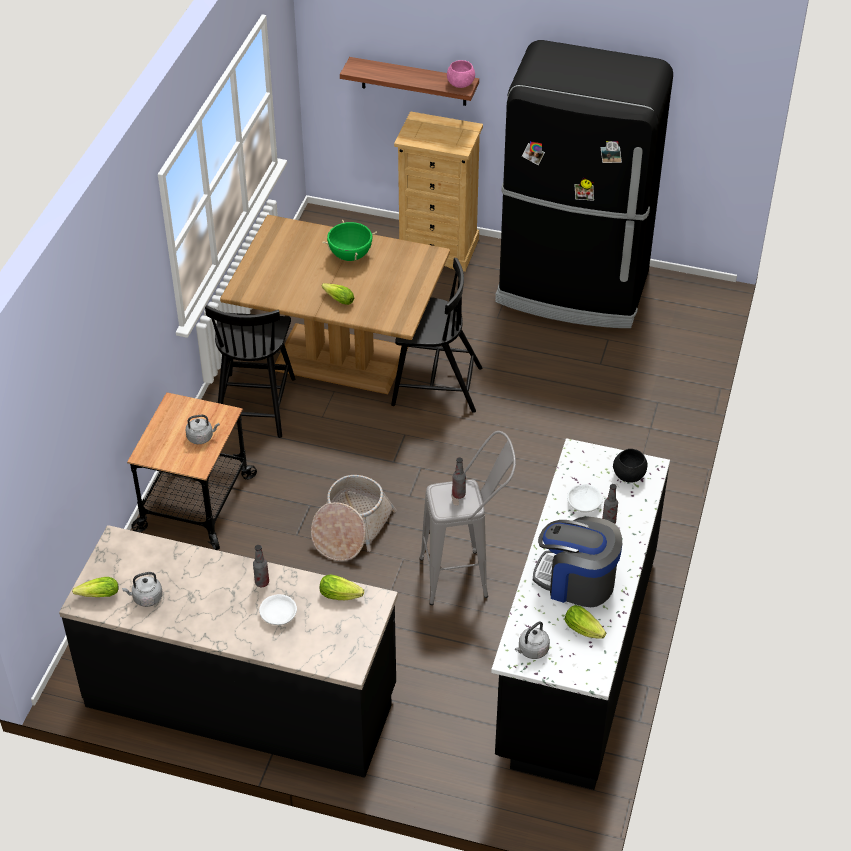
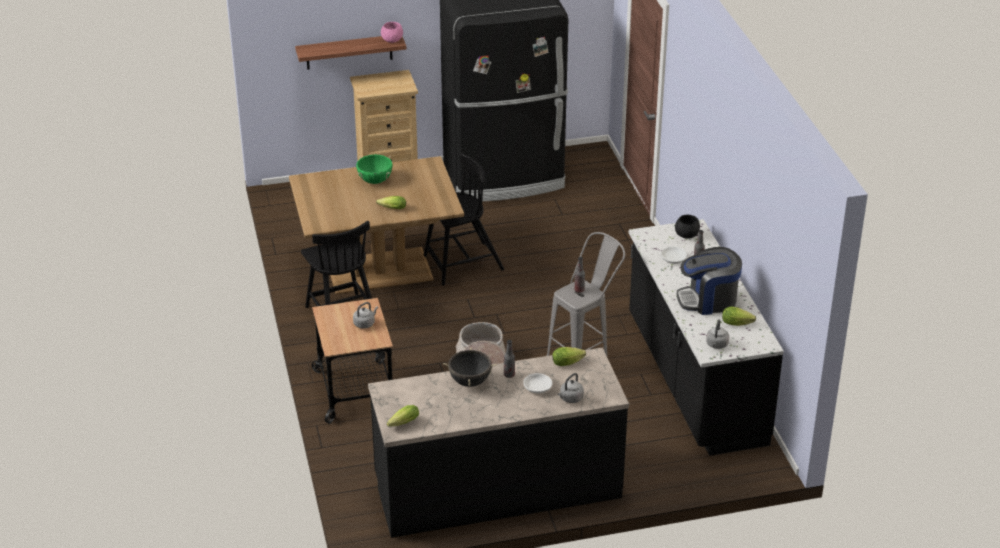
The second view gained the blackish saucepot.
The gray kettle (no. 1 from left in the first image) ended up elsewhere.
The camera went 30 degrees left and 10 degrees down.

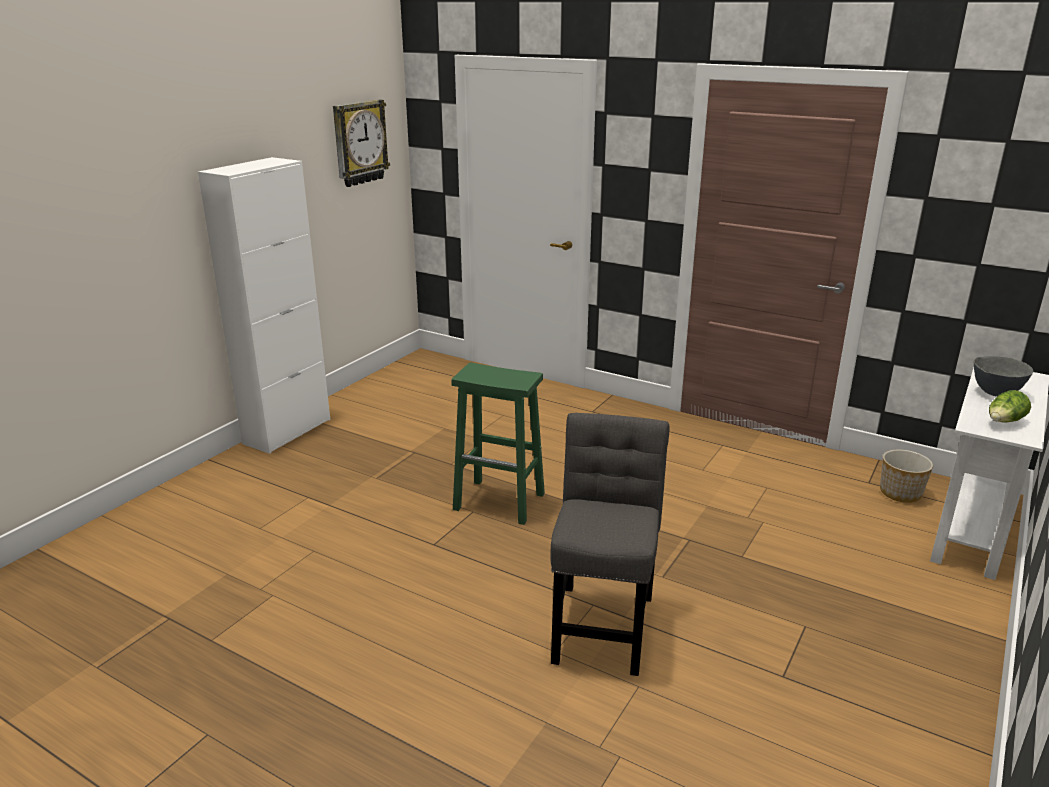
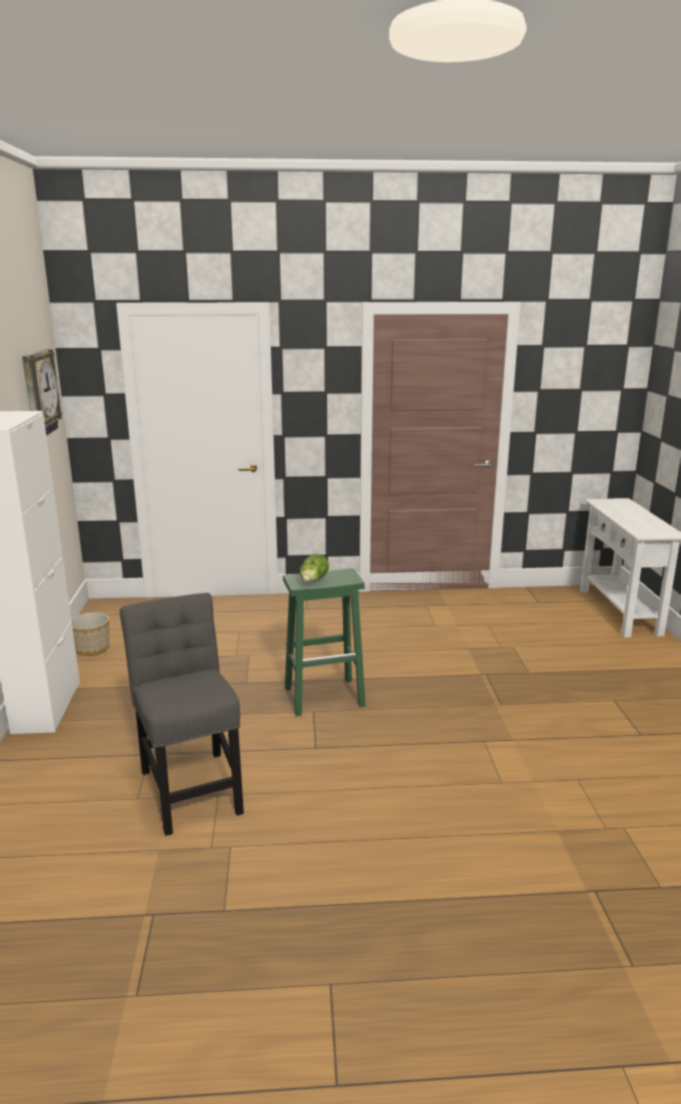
The second view lost the gray bowl.
The gray plain chair ended up elsewhere.
The planter ended up elsewhere.
The head of lettuce ended up elsewhere.
The camera went 35 degrees left and 5 degrees down.

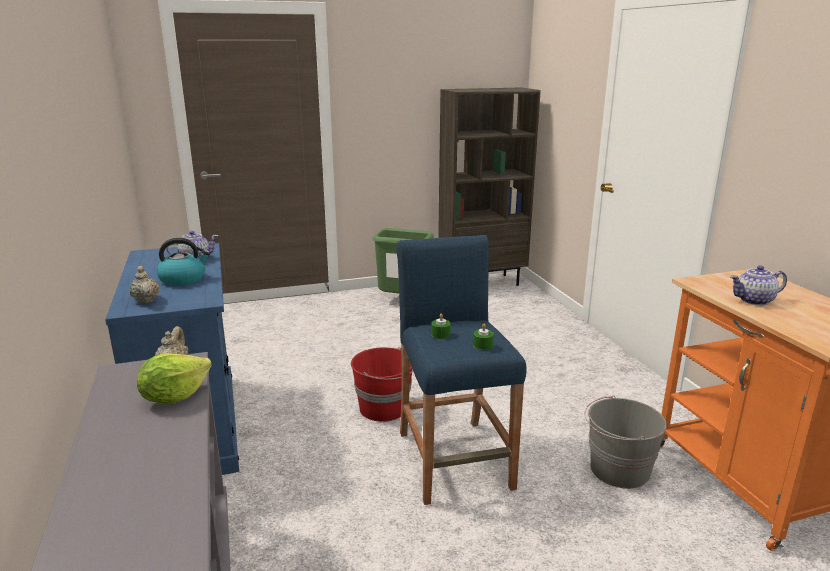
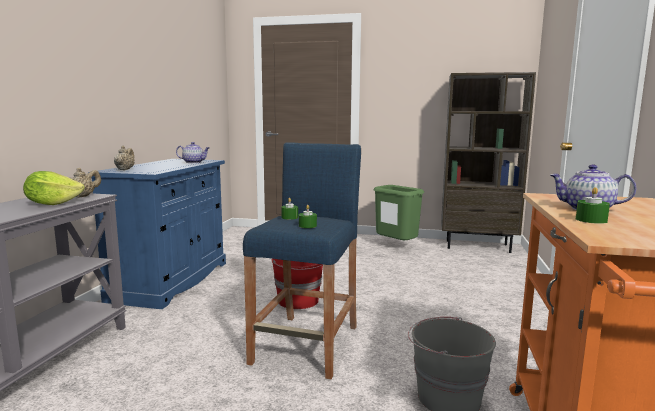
The second view lost the kettle.
The second view gained the green wax light (no. 3 from left).
The camera went 30 degrees right and 10 degrees down.

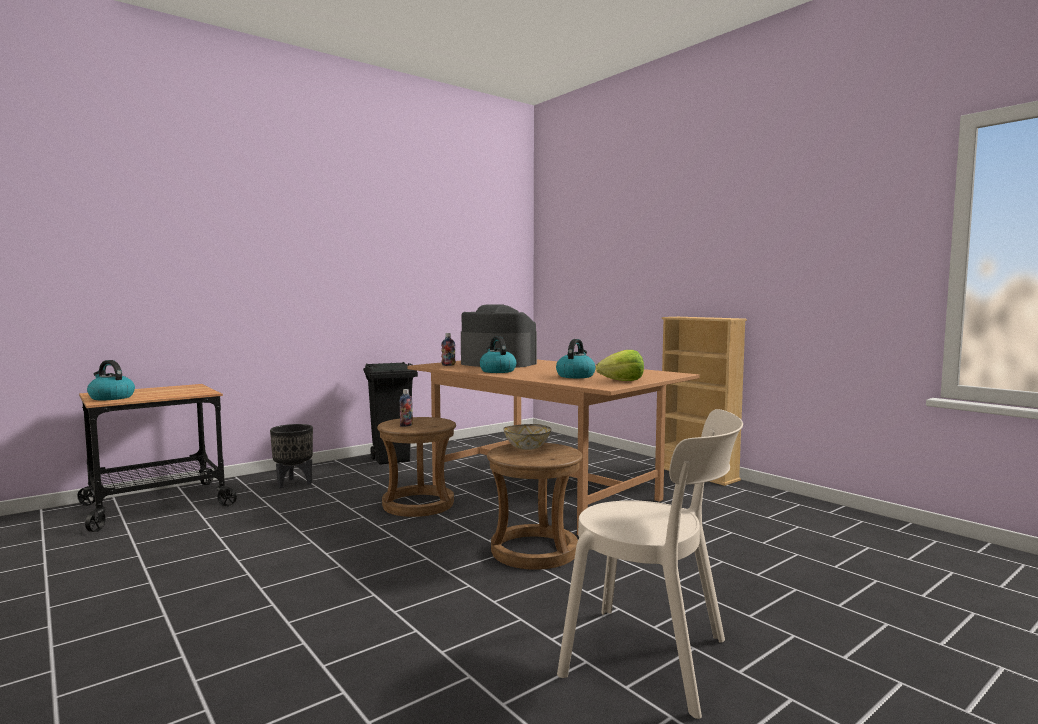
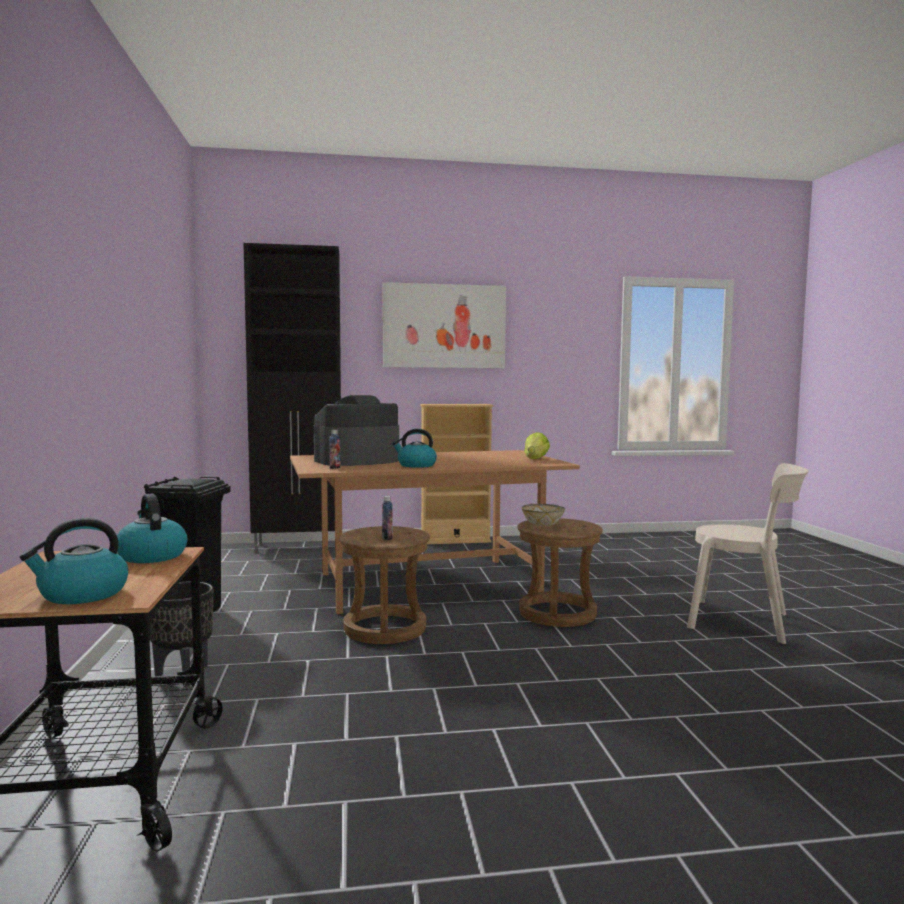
The second view gained the blackish cabinet.
The second view gained the picture.
The kettle (no. 3 from left in the first image) ended up elsewhere.
The sand-coloured plain chair ended up facing another way, 60 degrees clockwise from before.
The camera went 60 degrees left and 0 degrees up.

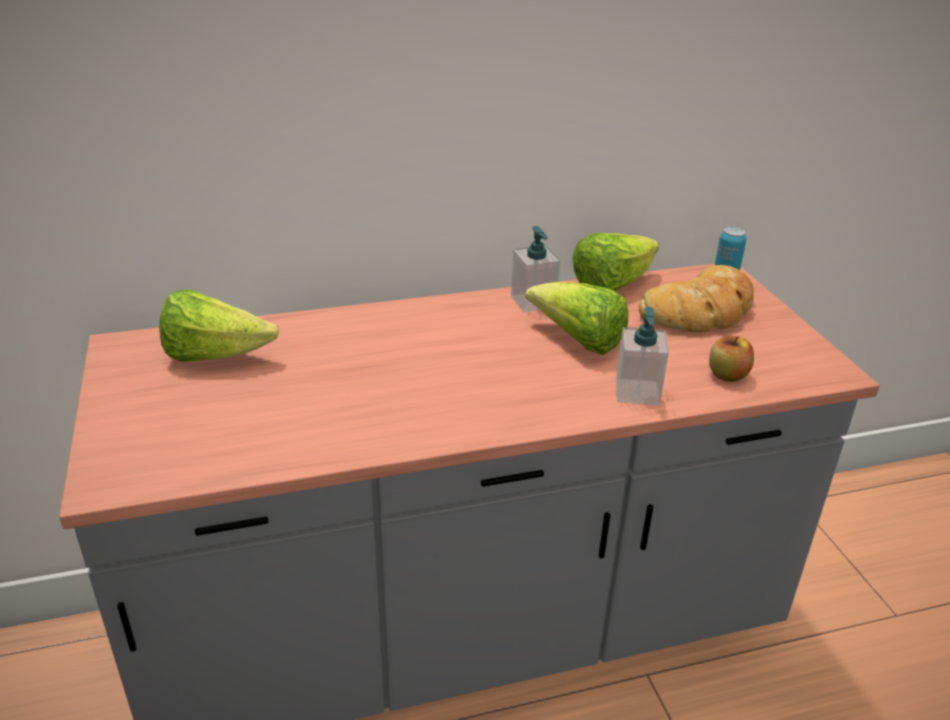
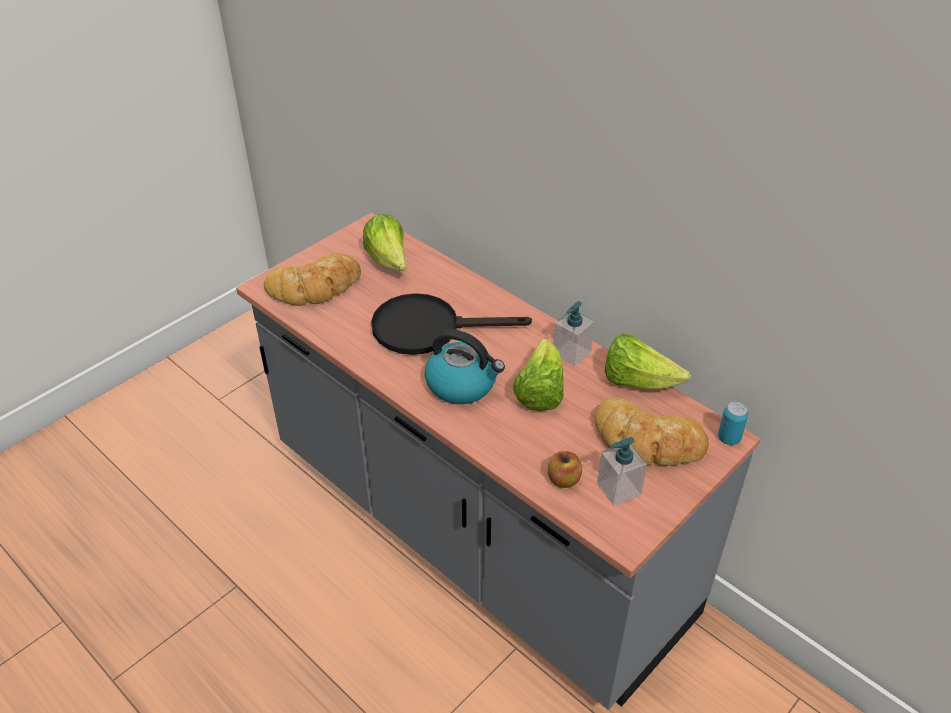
The second view gained the bread (no. 1 from left).
The second view gained the blackish pan.
The second view gained the kettle.
The soap bottle (no. 2 from left) ended up elsewhere.
The camera went 60 degrees right and 10 degrees up.

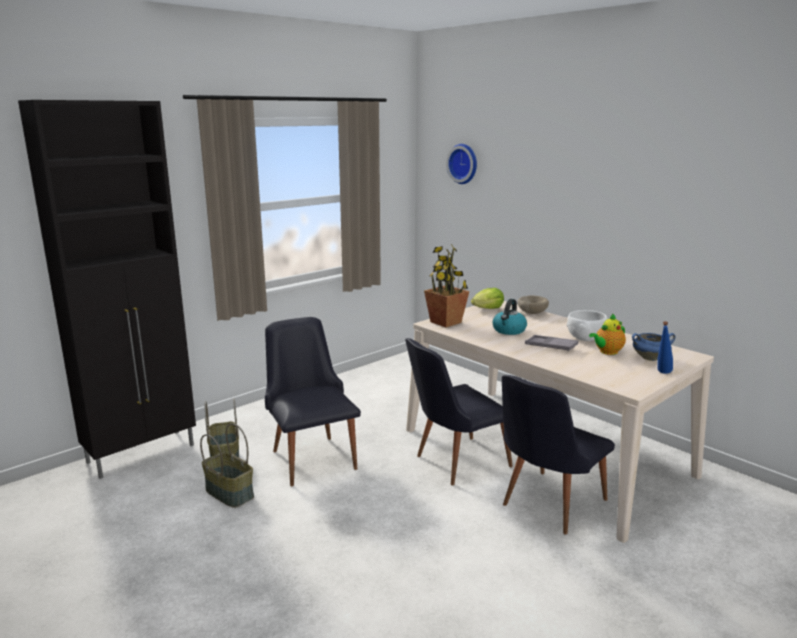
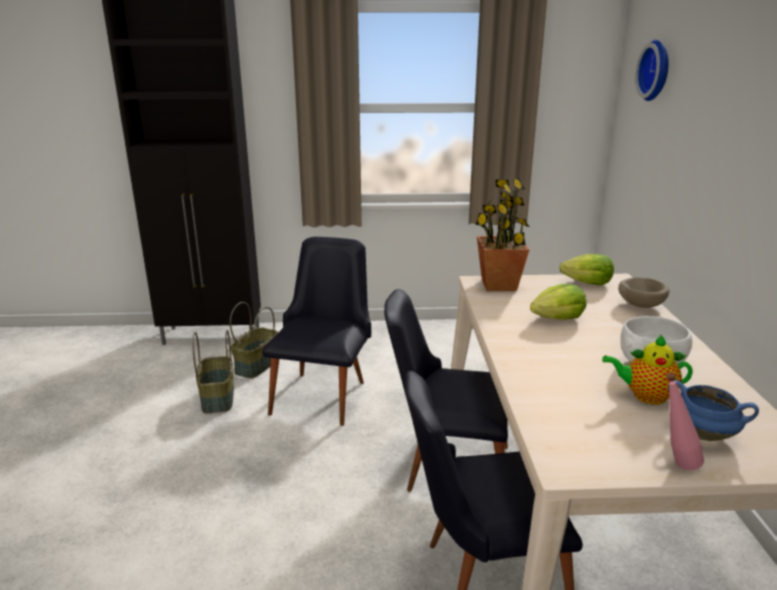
The second view lost the gray tray.
Where the kettle stood, the head of lettuce (no. 1 from left) came to stand.
What was the blue-coloured drink bottle turned into the pinkish drink bottle.
The camera went 40 degrees right and 5 degrees up.

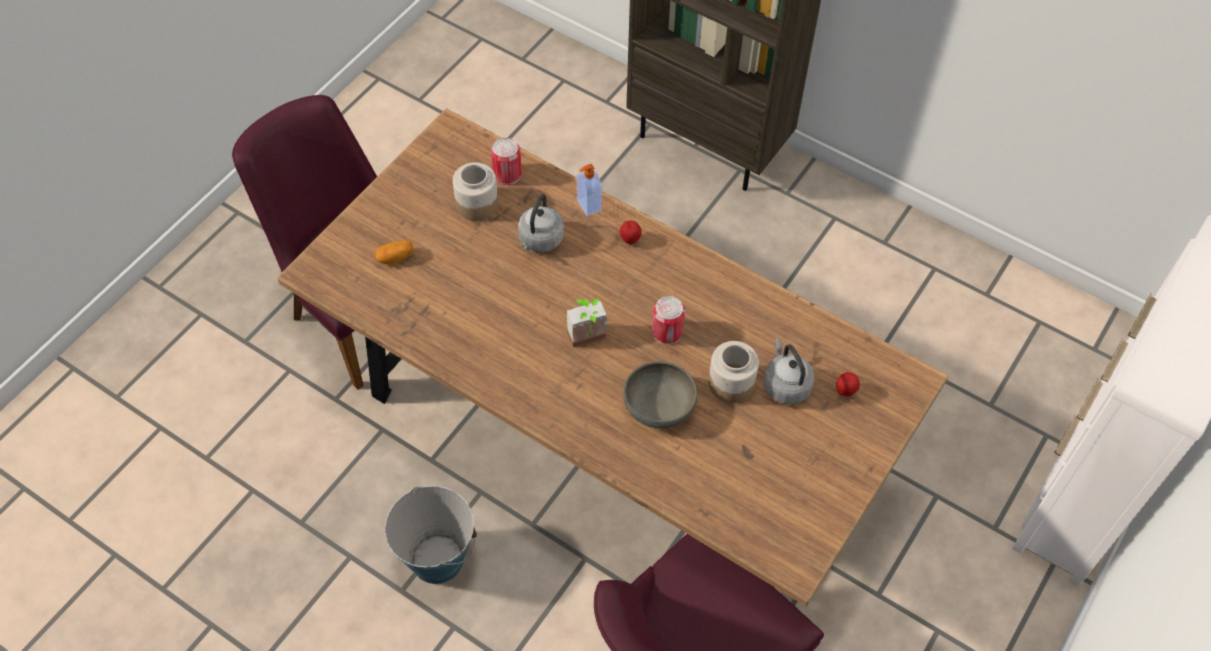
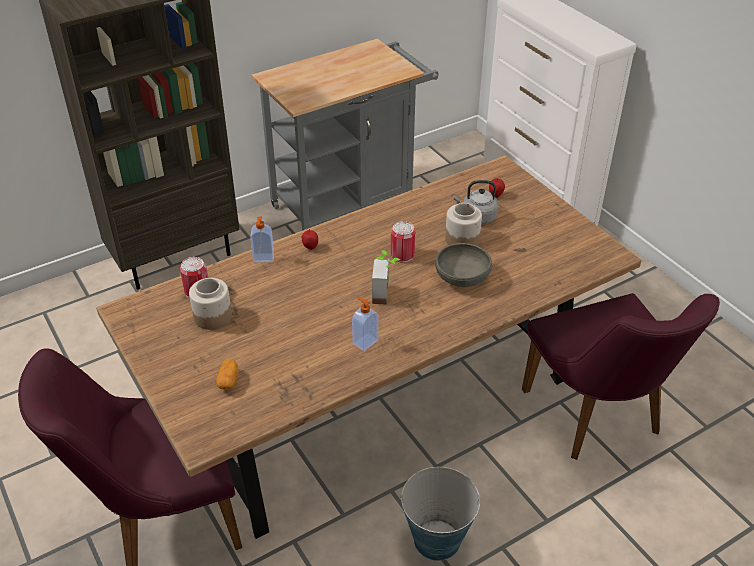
The second view lost the gray kettle (no. 1 from left).
The second view gained the gray trolley.
The second view gained the soap bottle (no. 2 from left).
The camera went 65 degrees left and 15 degrees down.

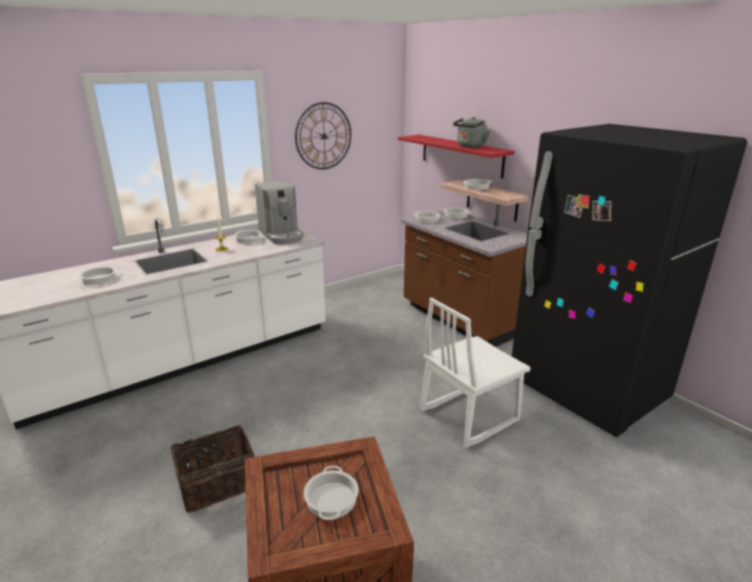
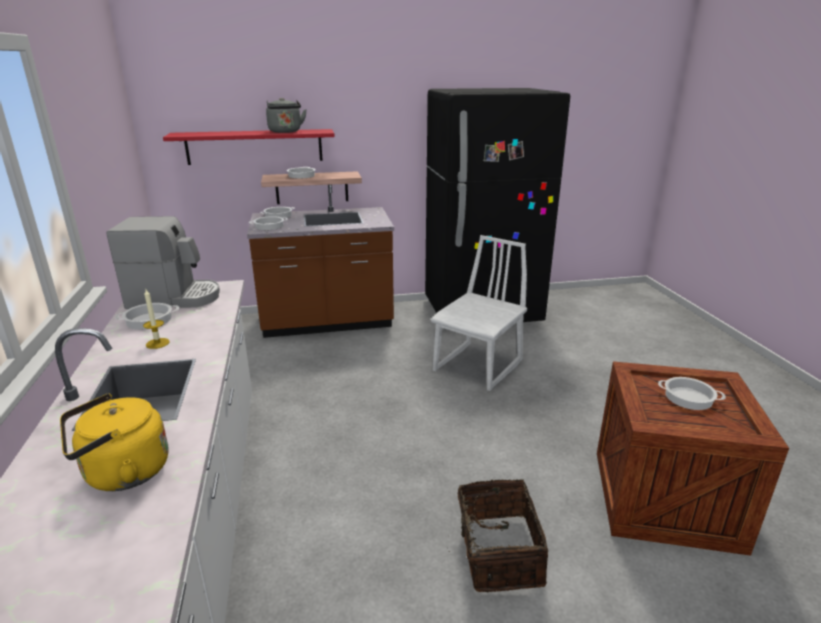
The second view lost the hanging clock.
Where the saucepot (no. 1 from left) stood, the yellow kettle came to stand.
The whitish plain chair ended up facing another way, 135 degrees counterclockwise from before.
The camera went 65 degrees left and 0 degrees up.

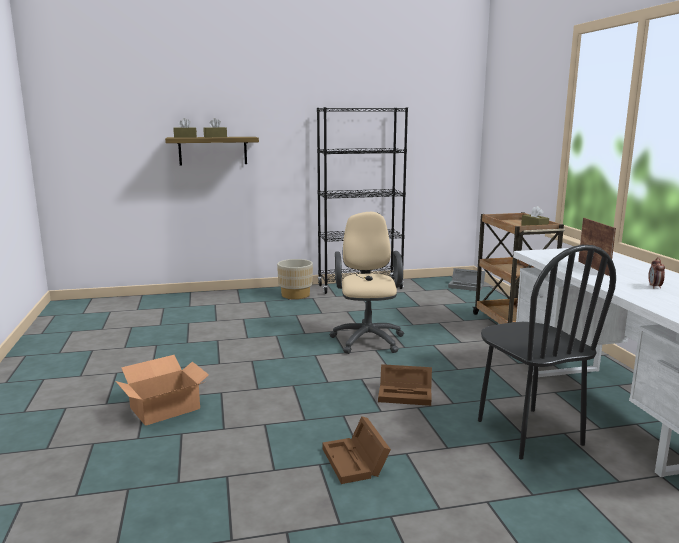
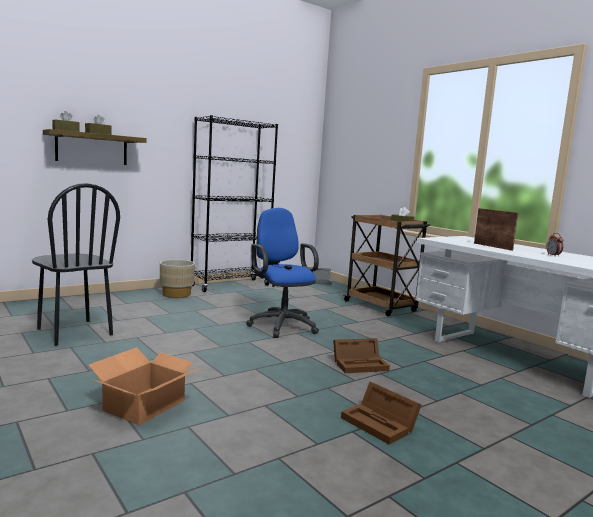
The blackish plain chair ended up elsewhere.
What was the sand-coloured desk chair turned into the blue-coloured desk chair.
The camera went 25 degrees left and 5 degrees down.

